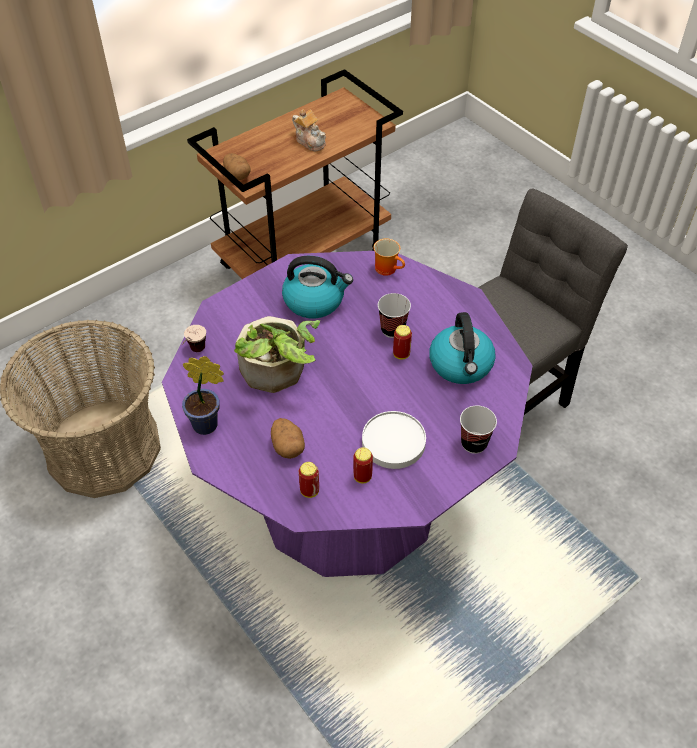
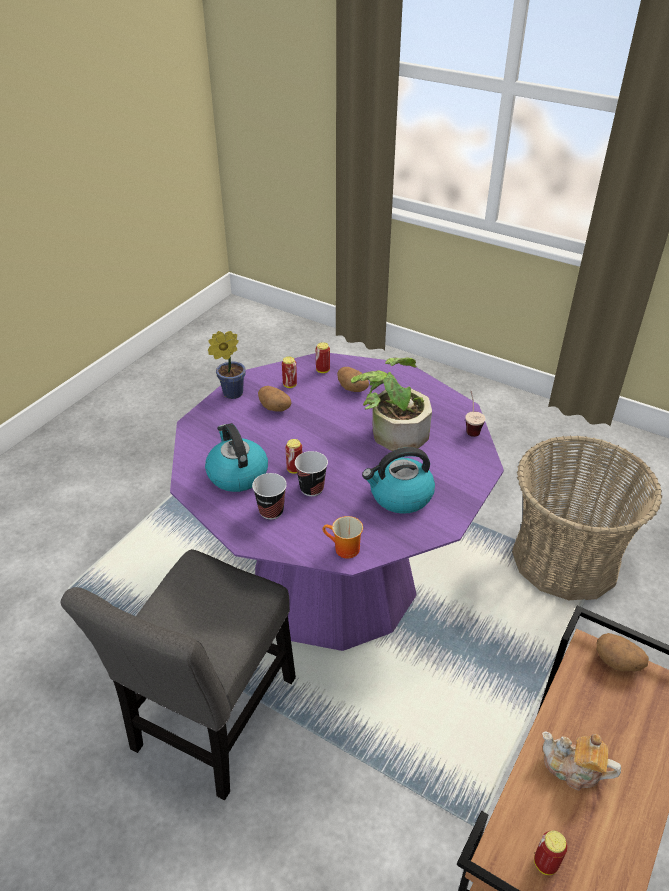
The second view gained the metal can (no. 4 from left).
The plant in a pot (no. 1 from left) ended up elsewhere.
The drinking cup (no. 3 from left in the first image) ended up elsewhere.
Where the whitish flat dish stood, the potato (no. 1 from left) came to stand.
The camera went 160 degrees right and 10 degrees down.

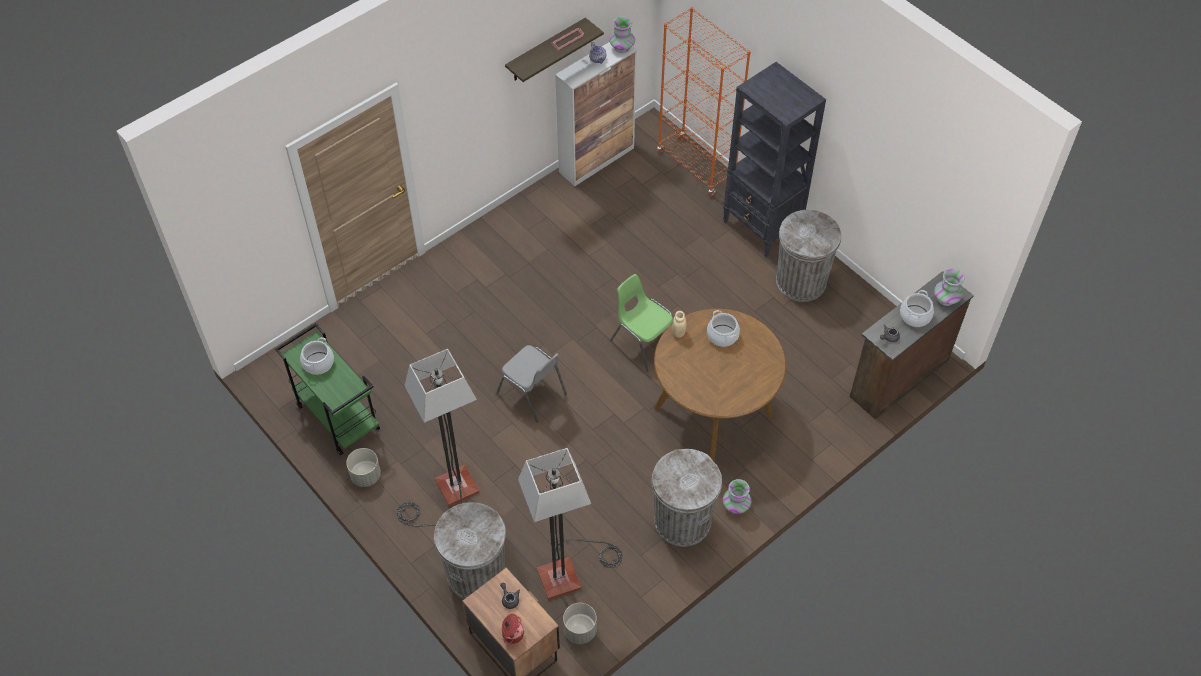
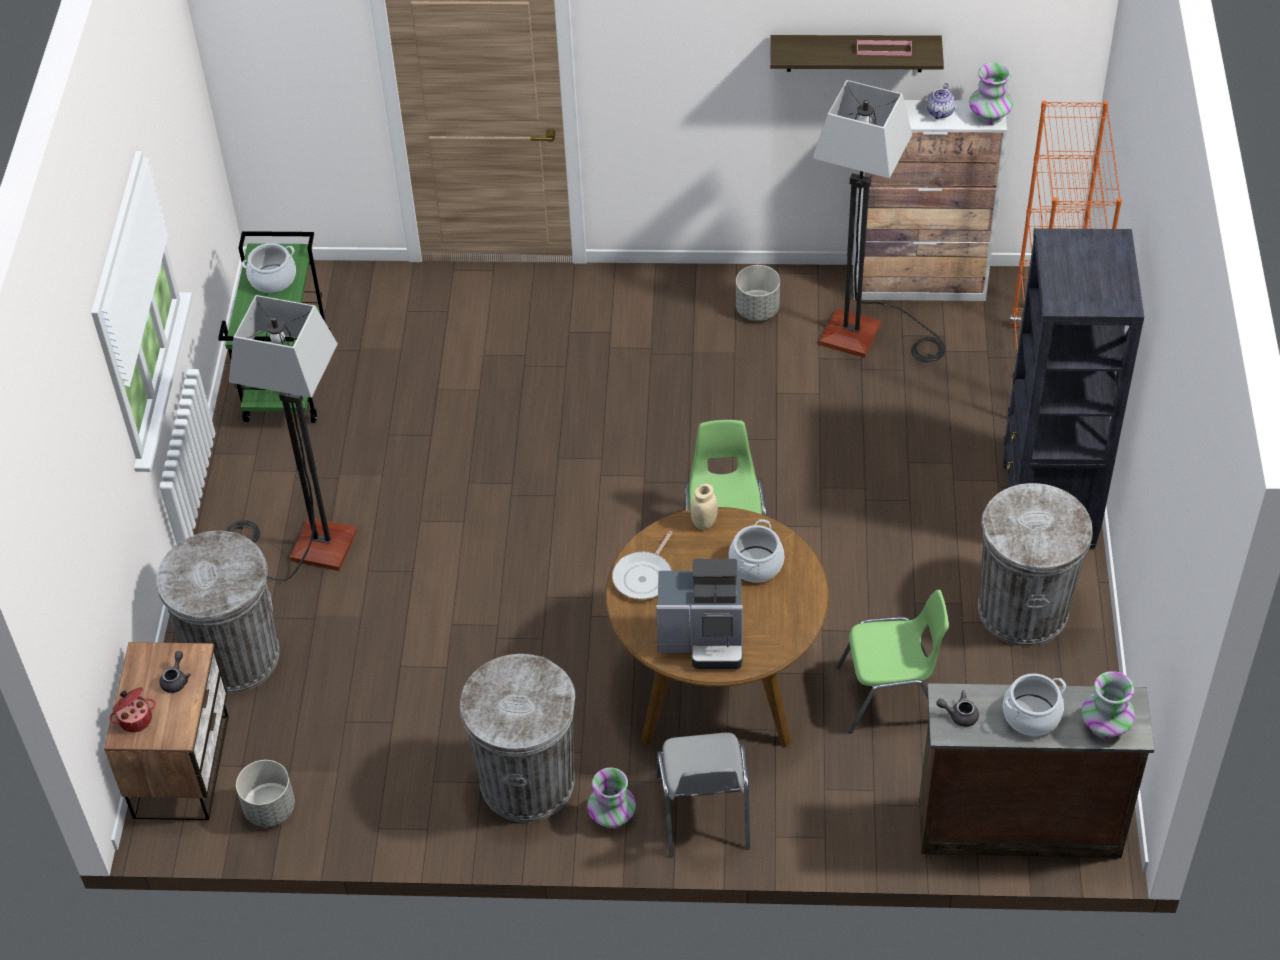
The second view gained the pan.
The second view gained the coffee machine.
The second view gained the green plain chair (no. 2 from left).
The gray planter (no. 1 from left in the first image) ended up elsewhere.
The gray plain chair ended up elsewhere.
The floor lamp (no. 2 from left) ended up elsewhere.
The camera went 45 degrees right and 5 degrees down.

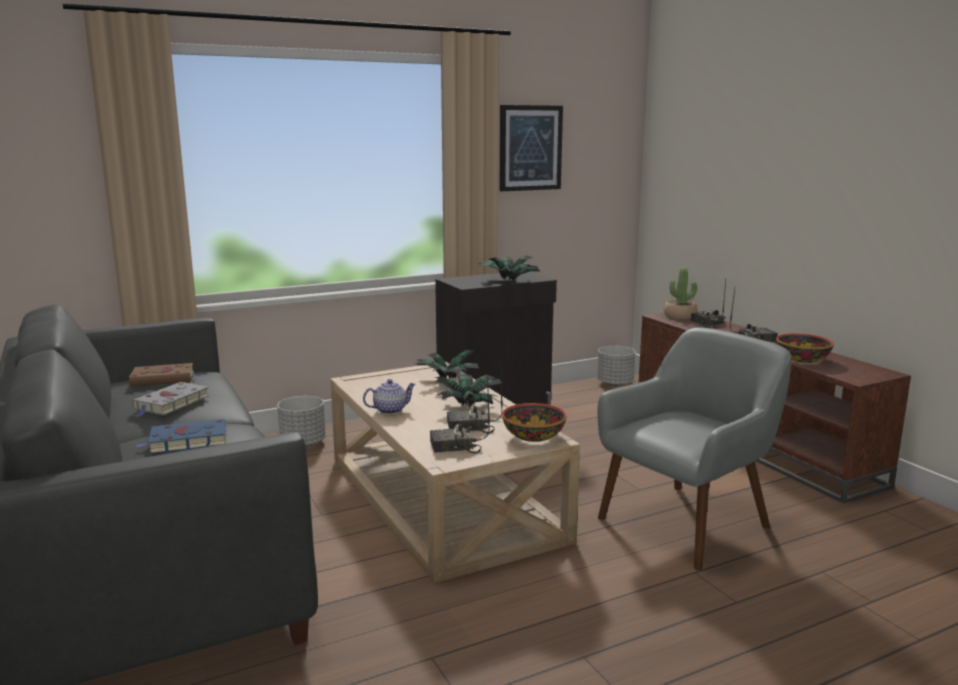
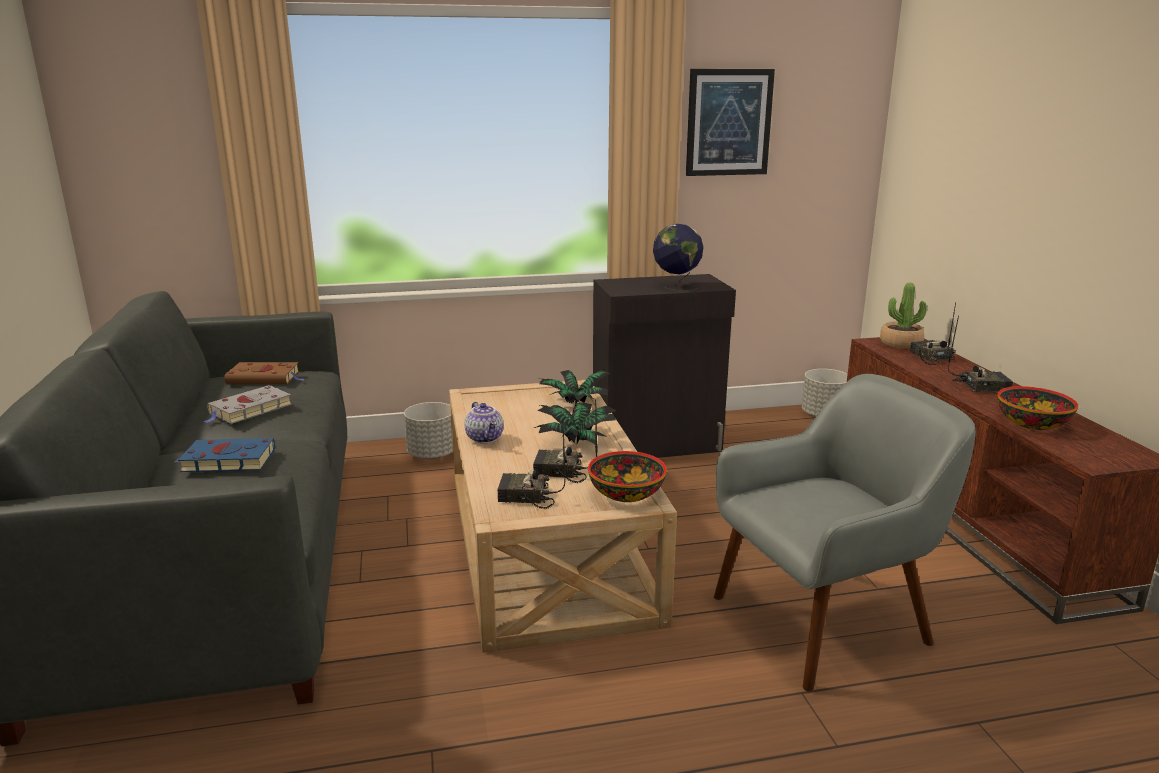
Where the plant in a pot (no. 3 from left) stood, the world globe came to stand.
The teapot ended up facing another way, 75 degrees clockwise from before.
The camera went 15 degrees right and 5 degrees up.

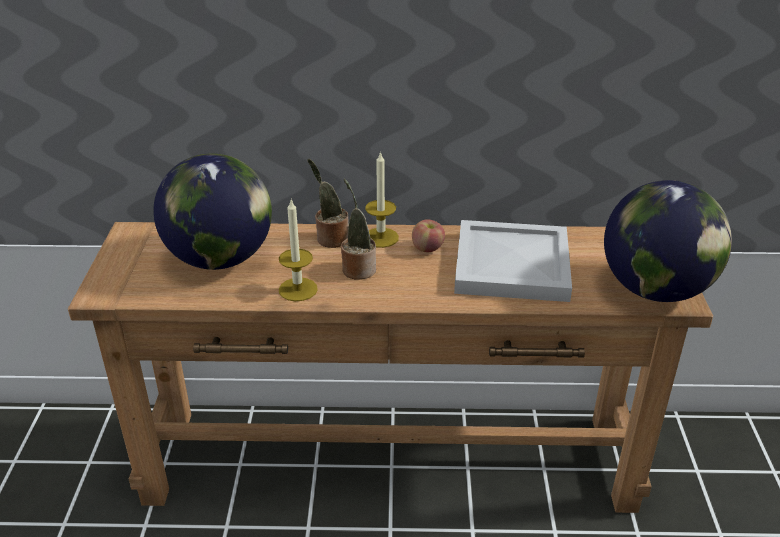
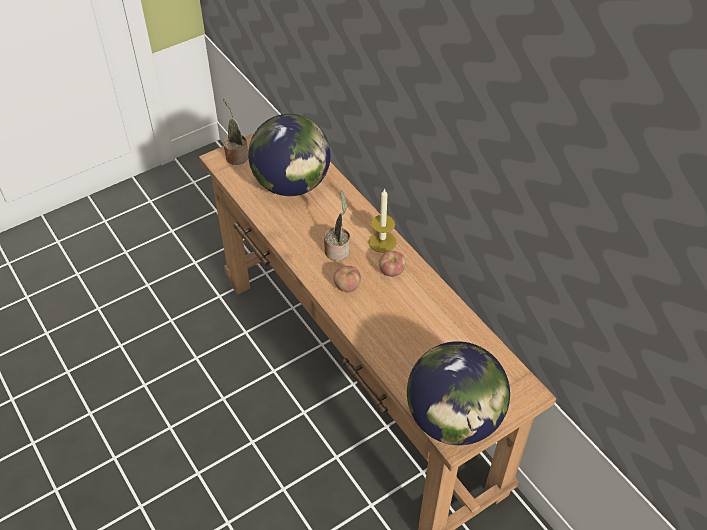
The second view lost the wax light (no. 1 from left).
The second view lost the whitish tray.
The second view gained the apple (no. 1 from left).
The plant in a pot (no. 1 from left) ended up elsewhere.
The camera went 55 degrees right and 15 degrees up.

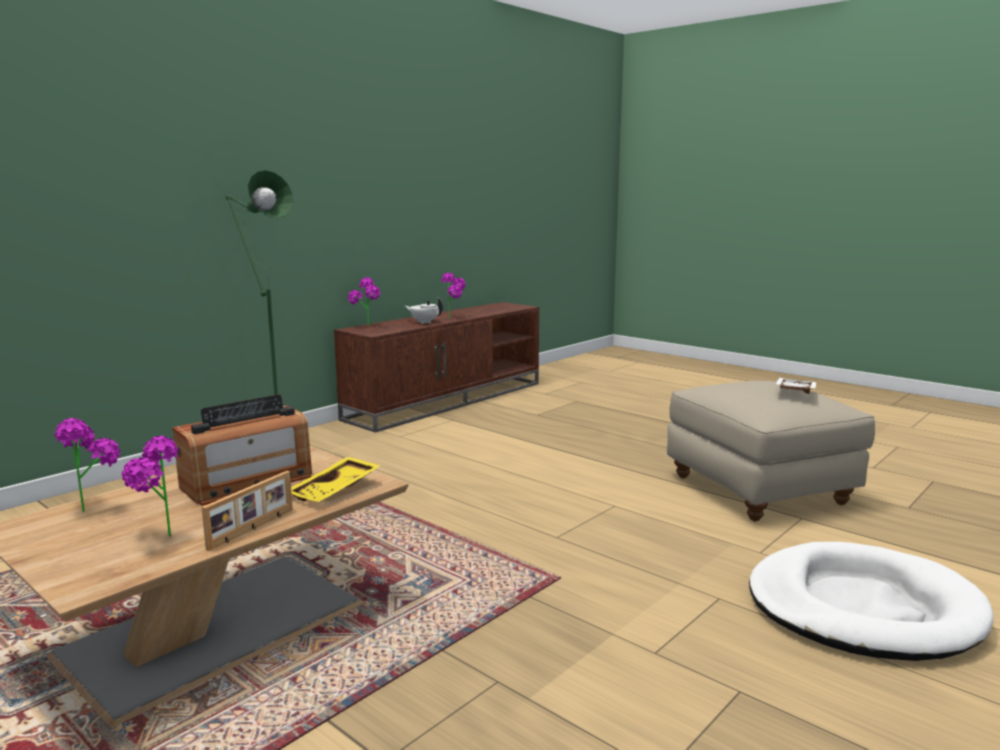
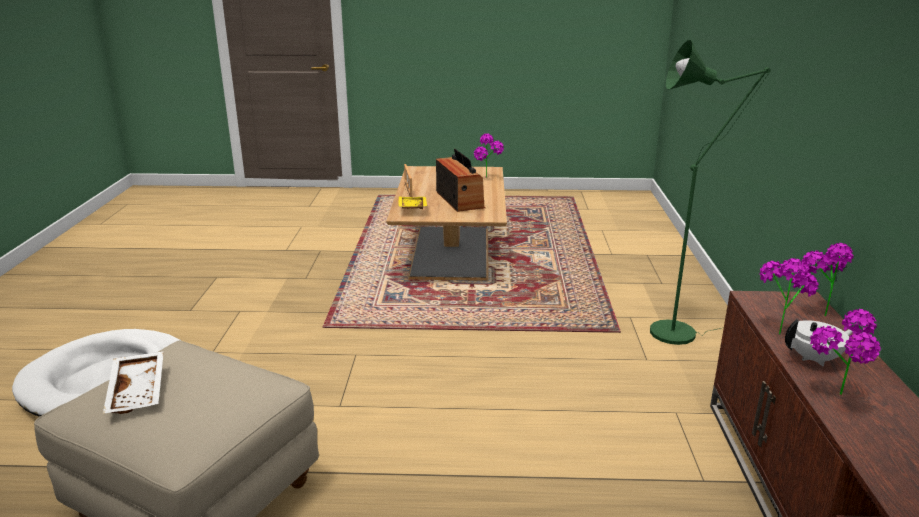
The plant in a pot (no. 2 from left) ended up elsewhere.
The radio receiver ended up facing another way, 150 degrees clockwise from before.
The camera went 140 degrees right and 10 degrees up.

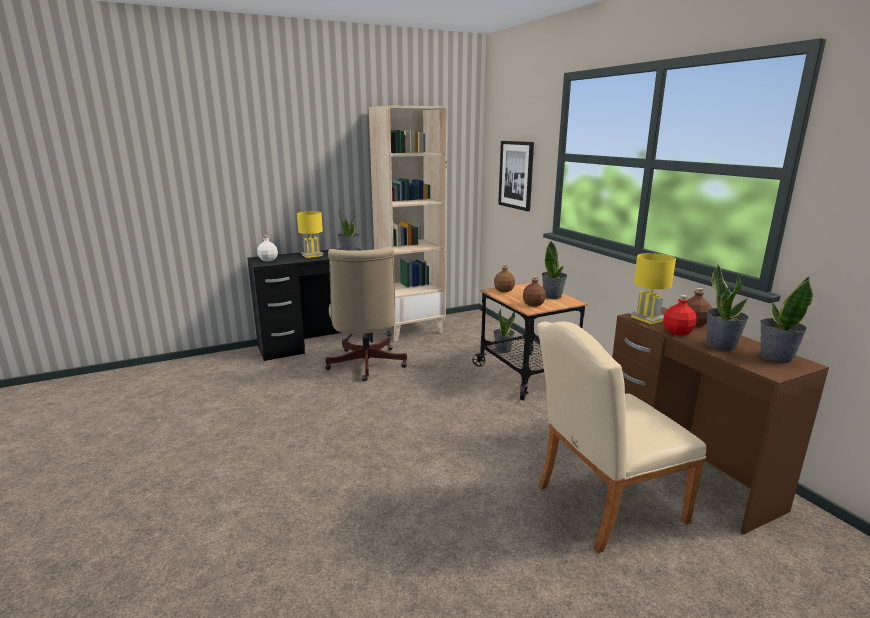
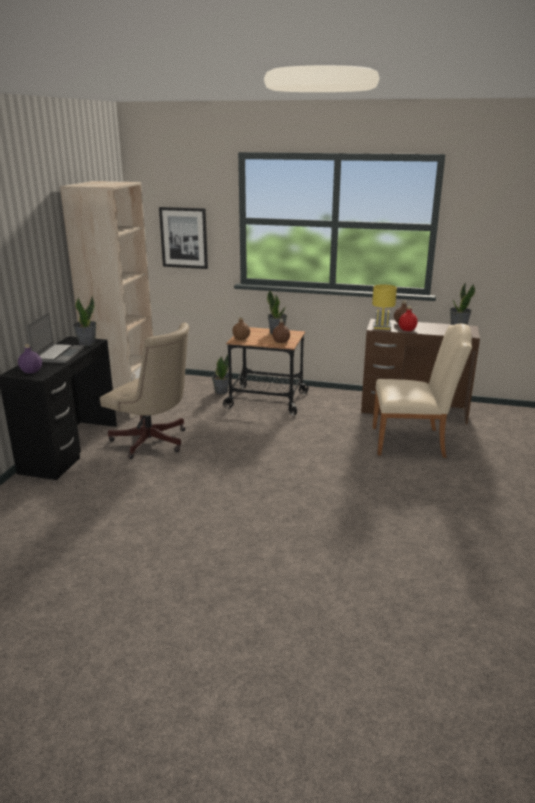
The second view lost the plant in a pot (no. 4 from left).
Where the yellow tabletop lamp (no. 1 from left) stood, the laptop came to stand.
What was the whitish drink bottle turned into the purplish drink bottle.
The sand-coloured plain chair ended up facing another way, 105 degrees counterclockwise from before.
The camera went 50 degrees left and 5 degrees up.

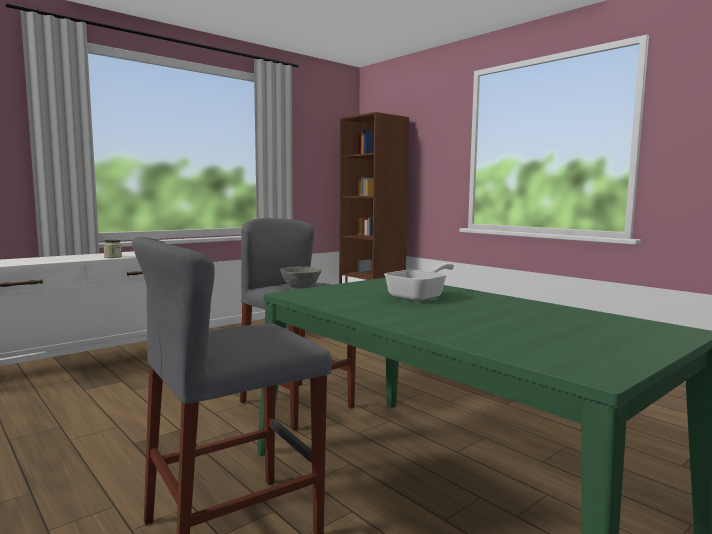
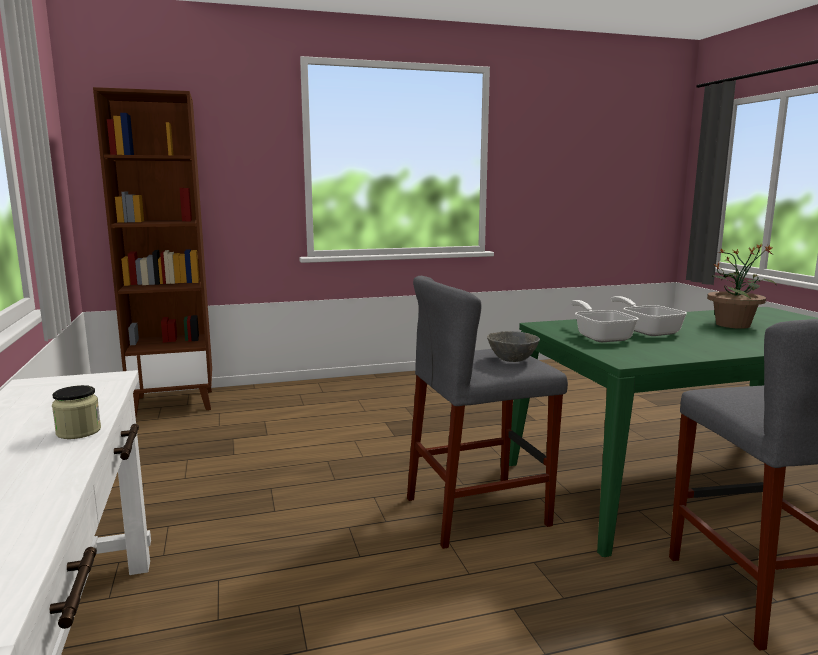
The second view gained the pan (no. 1 from left).
The second view gained the plant in a pot.
The camera went 65 degrees left and 5 degrees up.

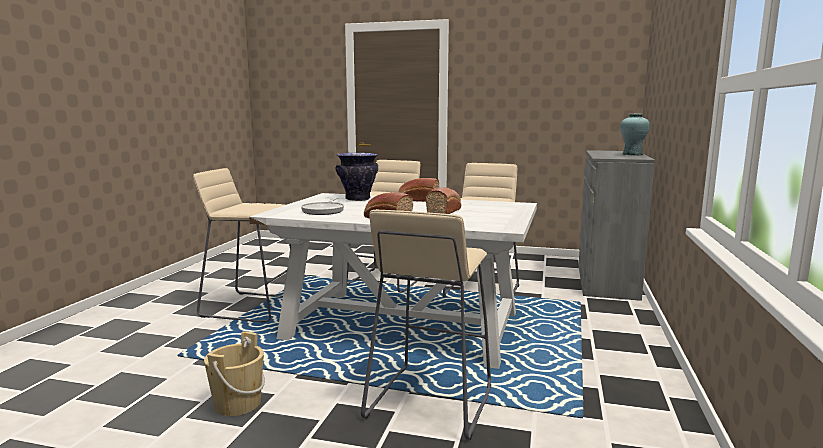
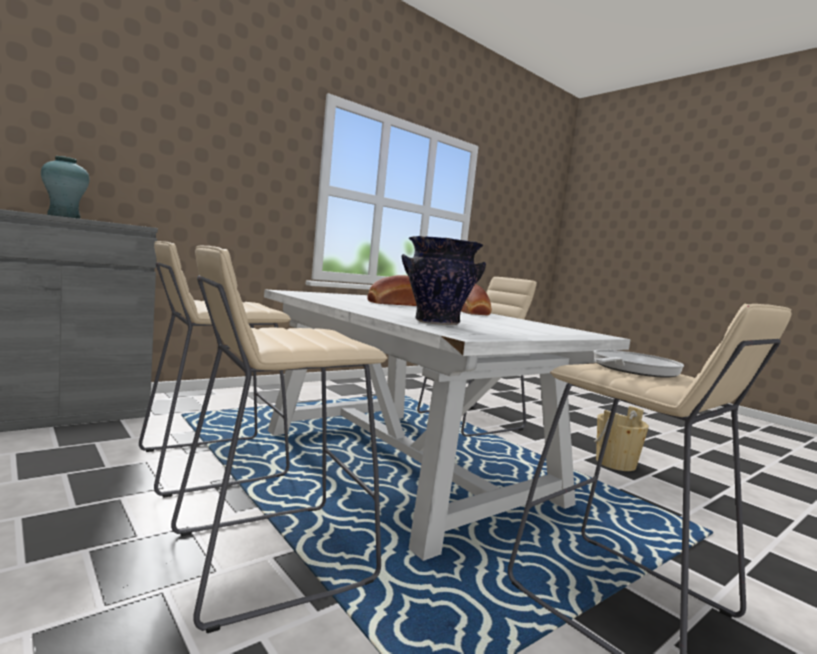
The second view lost the bread (no. 2 from left).
The pan ended up elsewhere.
The camera went 145 degrees left and 5 degrees down.

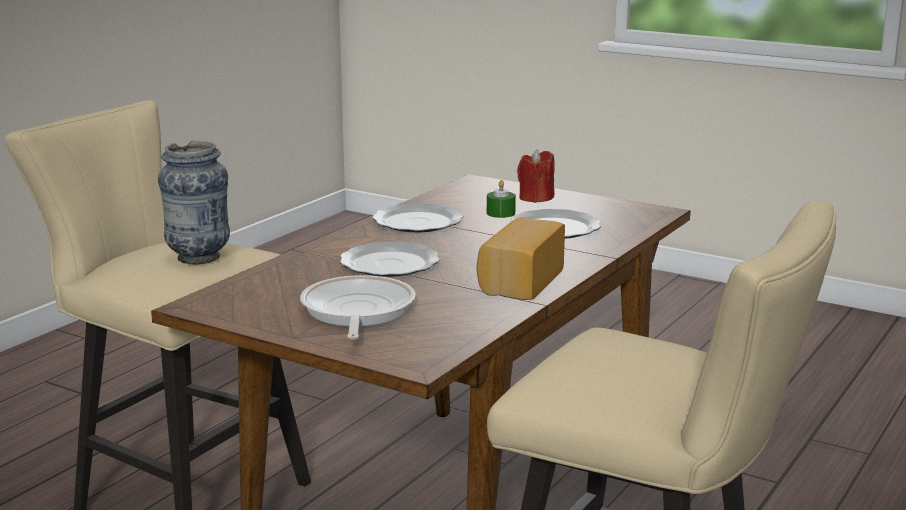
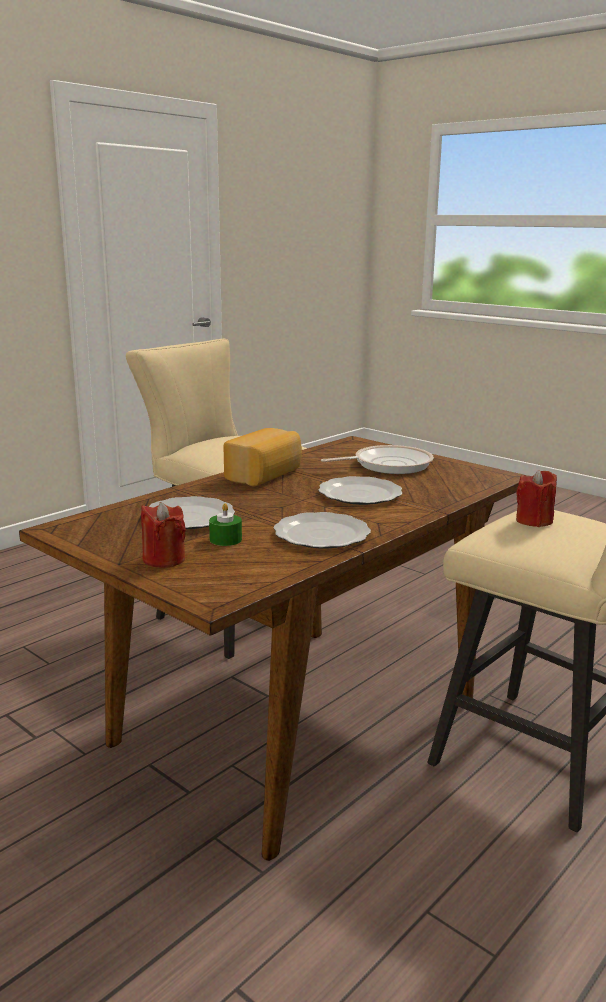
Where the vase stood, the reddish wax light (no. 2 from left) came to stand.
The pan ended up facing another way, 120 degrees counterclockwise from before.
The camera went 170 degrees left and 0 degrees up.

